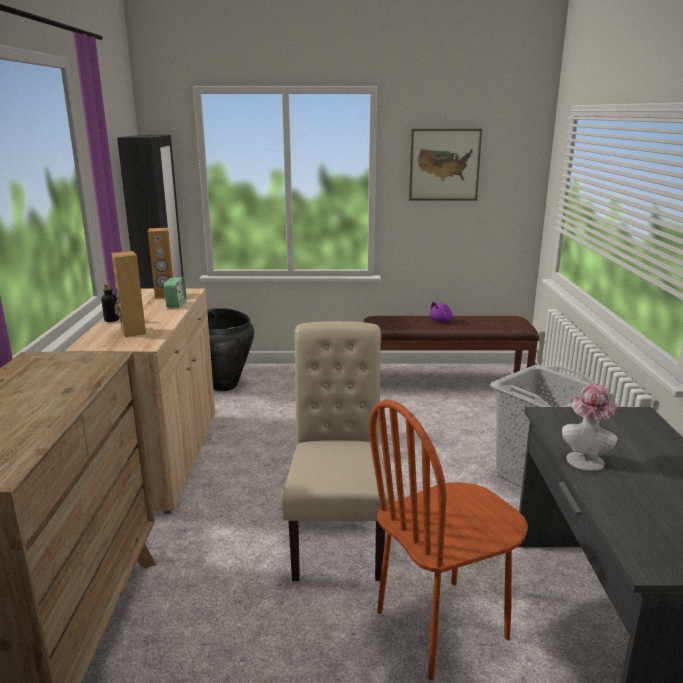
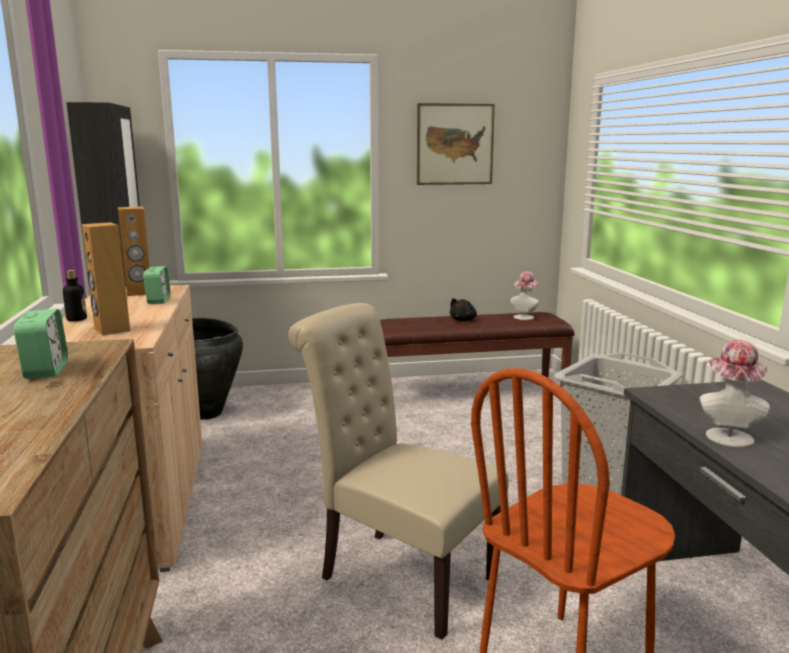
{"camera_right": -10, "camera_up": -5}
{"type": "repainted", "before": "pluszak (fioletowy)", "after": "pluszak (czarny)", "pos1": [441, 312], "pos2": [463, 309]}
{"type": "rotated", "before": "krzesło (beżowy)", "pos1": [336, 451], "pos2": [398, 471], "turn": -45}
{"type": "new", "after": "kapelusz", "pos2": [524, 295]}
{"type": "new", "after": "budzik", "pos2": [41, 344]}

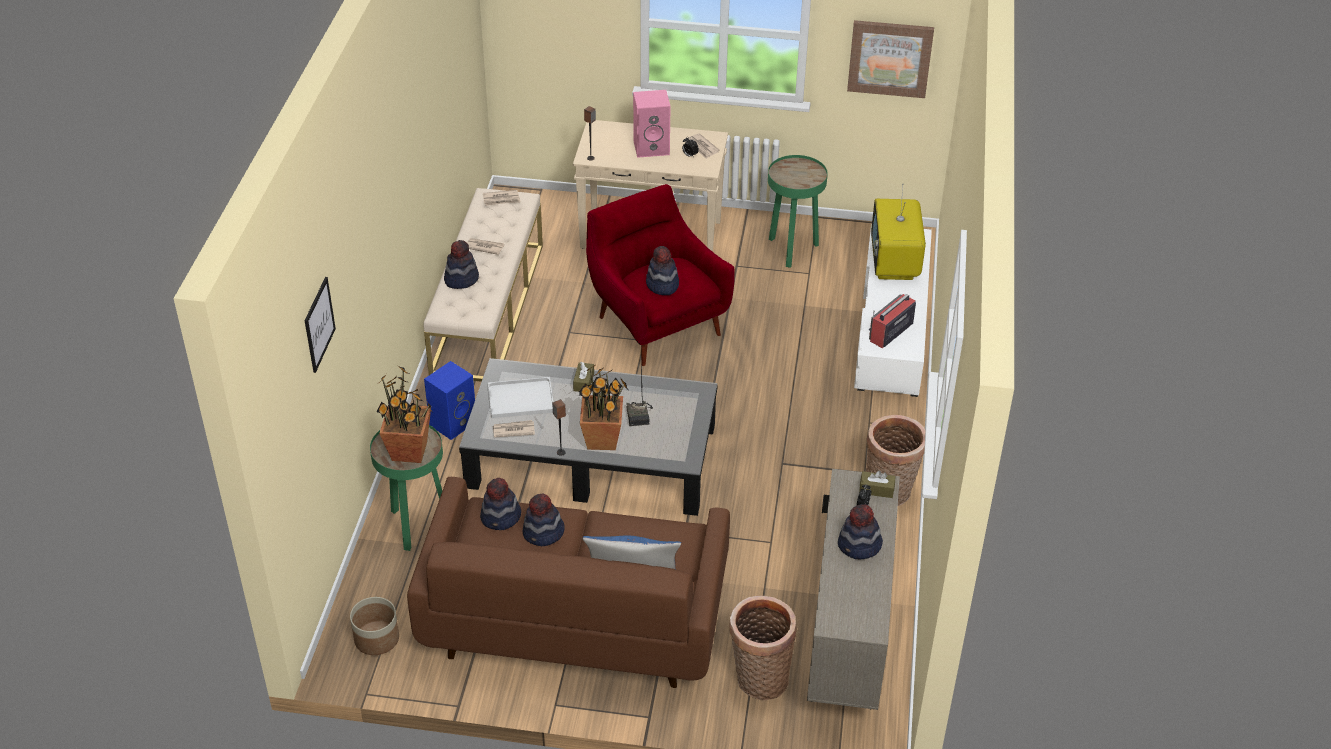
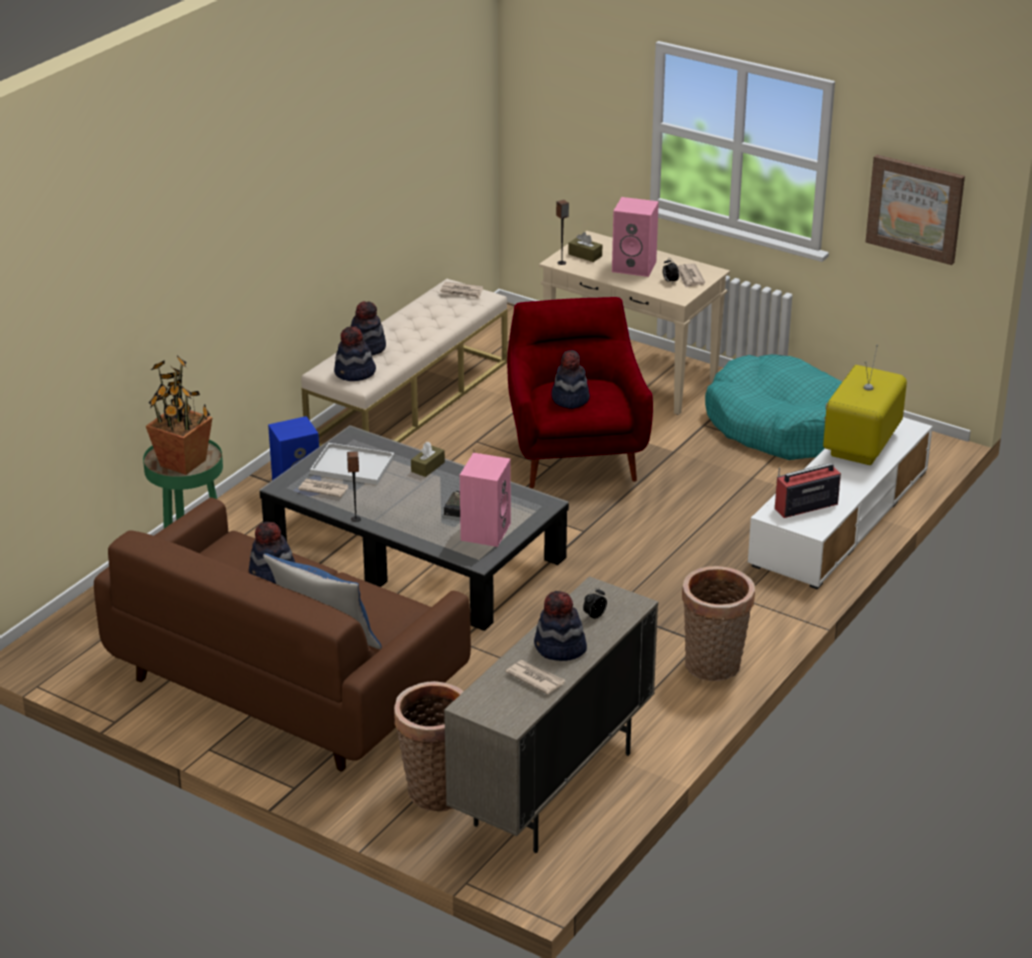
{"camera_right": 25, "camera_up": -10}
{"type": "swapped", "before": "stolik (zielony)", "after": "legowisko (turkusowy)", "pos1": [798, 211], "pos2": [773, 407]}
{"type": "shifted", "before": "gazeta", "pos1": [485, 246], "pos2": [535, 677]}
{"type": "gone", "before": "obraz", "pos1": [320, 325]}
{"type": "gone", "before": "roślina doniczkowa", "pos1": [603, 407]}
{"type": "shifted", "before": "pudełko chusteczek (brązowy)", "pos1": [877, 484], "pos2": [585, 247]}
{"type": "shifted", "before": "kapelusz", "pos1": [500, 504], "pos2": [355, 354]}
{"type": "gone", "before": "donica", "pos1": [374, 626]}
{"type": "new", "after": "głośnik (różowy)", "pos2": [485, 500]}

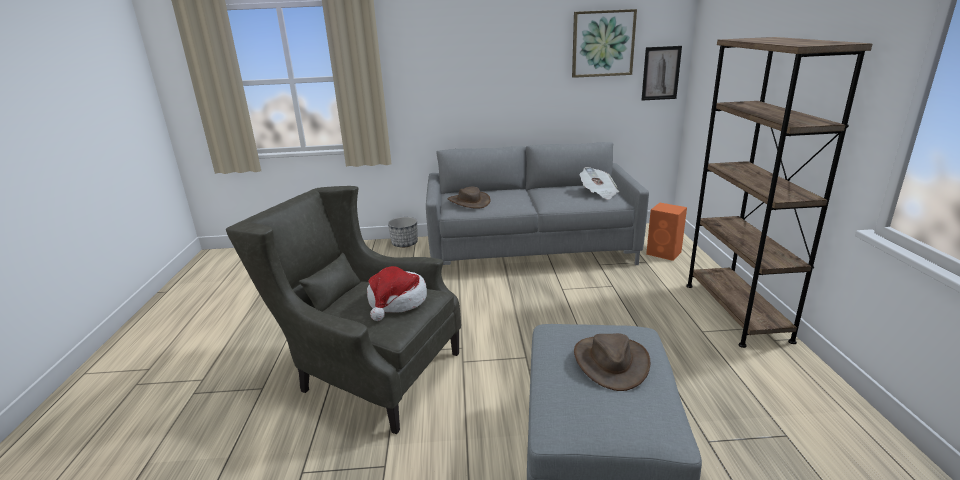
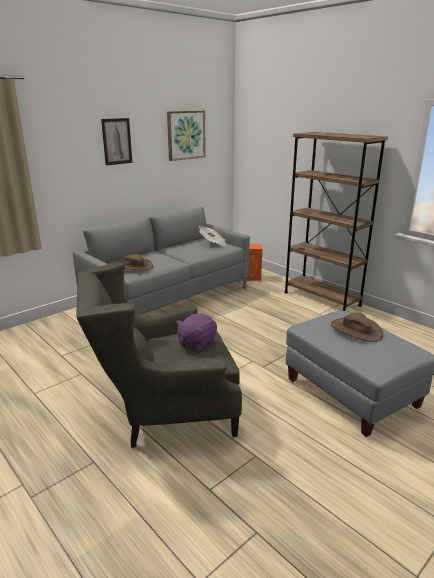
{"camera_right": -40, "camera_up": 0}
{"type": "shifted", "before": "obraz", "pos1": [662, 73], "pos2": [116, 142]}
{"type": "gone", "before": "donica", "pos1": [403, 232]}
{"type": "swapped", "before": "kapelusz", "after": "pluszak (fioletowy)", "pos1": [397, 293], "pos2": [196, 332]}

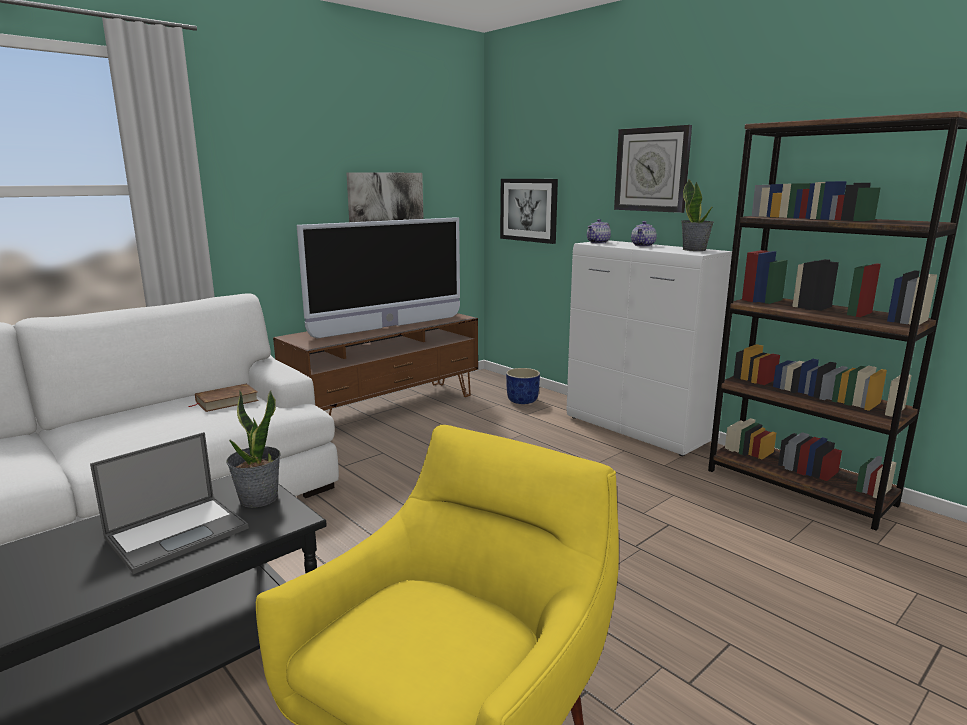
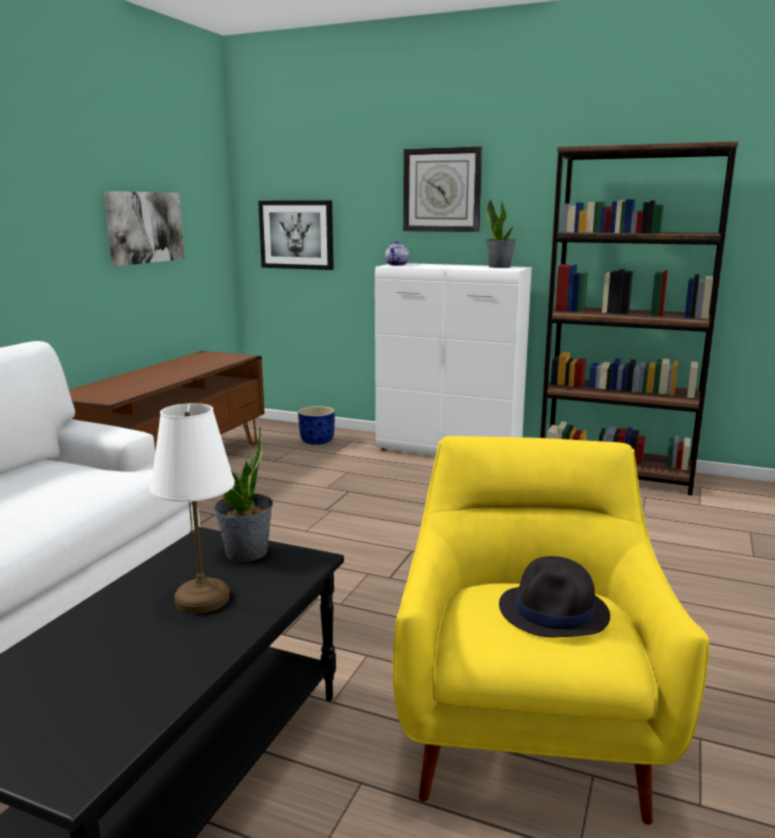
{"camera_right": -25, "camera_up": 0}
{"type": "gone", "before": "telewizor", "pos1": [378, 277]}
{"type": "gone", "before": "imbryk", "pos1": [644, 234]}
{"type": "gone", "before": "książka (brązowy)", "pos1": [224, 397]}
{"type": "swapped", "before": "laptop", "after": "lampa stołowa (biały)", "pos1": [169, 503], "pos2": [192, 508]}
{"type": "new", "after": "kapelusz (czarny)", "pos2": [554, 597]}

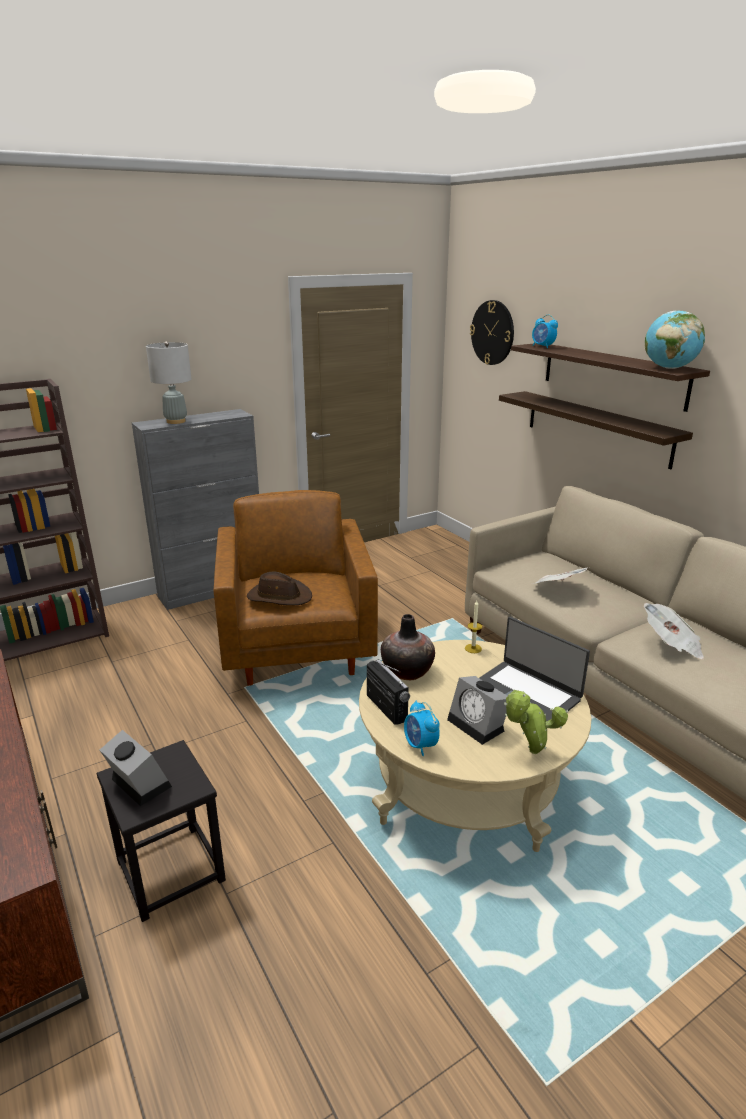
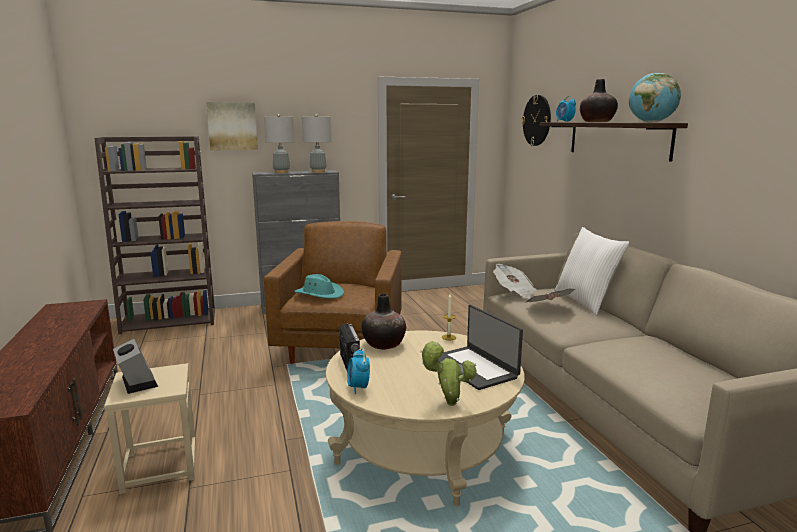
{"camera_right": 15, "camera_up": -10}
{"type": "gone", "before": "półka", "pos1": [596, 430]}
{"type": "repainted", "before": "kapelusz (brązowy)", "after": "kapelusz (turkusowy)", "pos1": [279, 588], "pos2": [319, 286]}
{"type": "shifted", "before": "gazeta", "pos1": [674, 631], "pos2": [515, 281]}
{"type": "gone", "before": "budzik", "pos1": [477, 710]}
{"type": "repainted", "before": "stołek (czarny)", "after": "stołek (beżowy)", "pos1": [161, 831], "pos2": [150, 428]}
{"type": "new", "after": "wazon", "pos2": [599, 100]}
{"type": "new", "after": "obraz", "pos2": [232, 126]}
{"type": "new", "after": "lampa stołowa (szary)", "pos2": [316, 143]}
{"type": "new", "after": "poduszka (biały)", "pos2": [591, 271]}

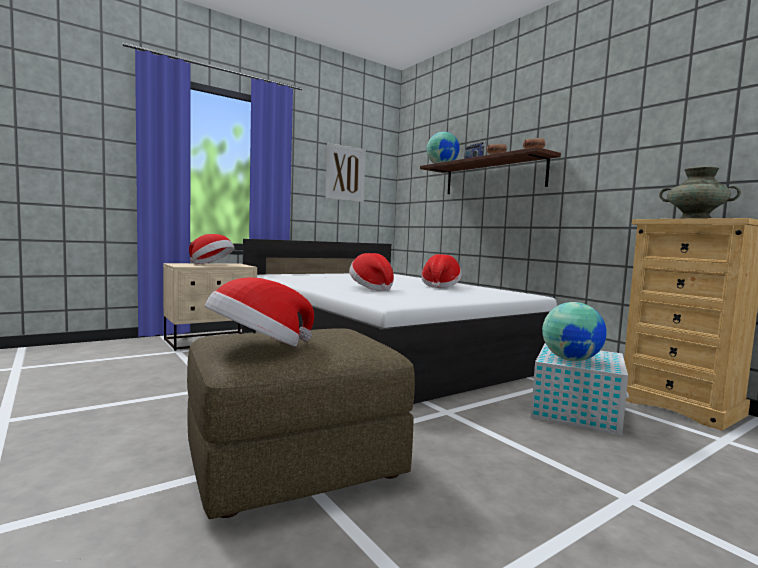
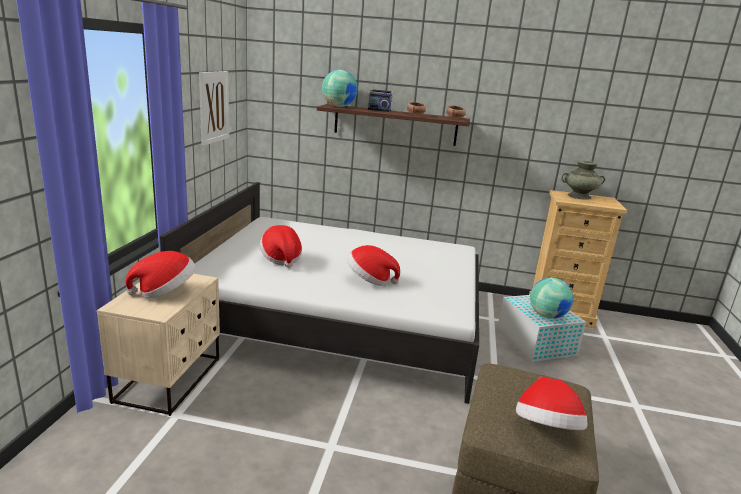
{"camera_right": -45, "camera_up": 15}
{"type": "shifted", "before": "kapelusz", "pos1": [441, 271], "pos2": [281, 246]}

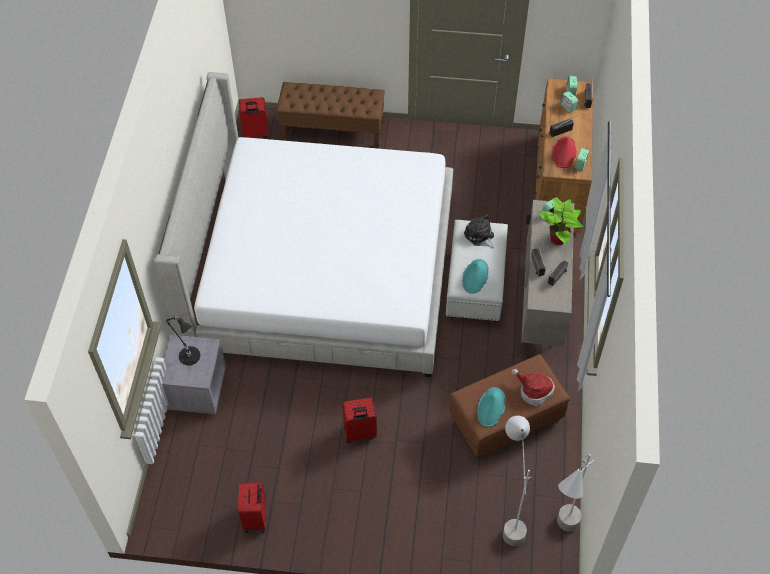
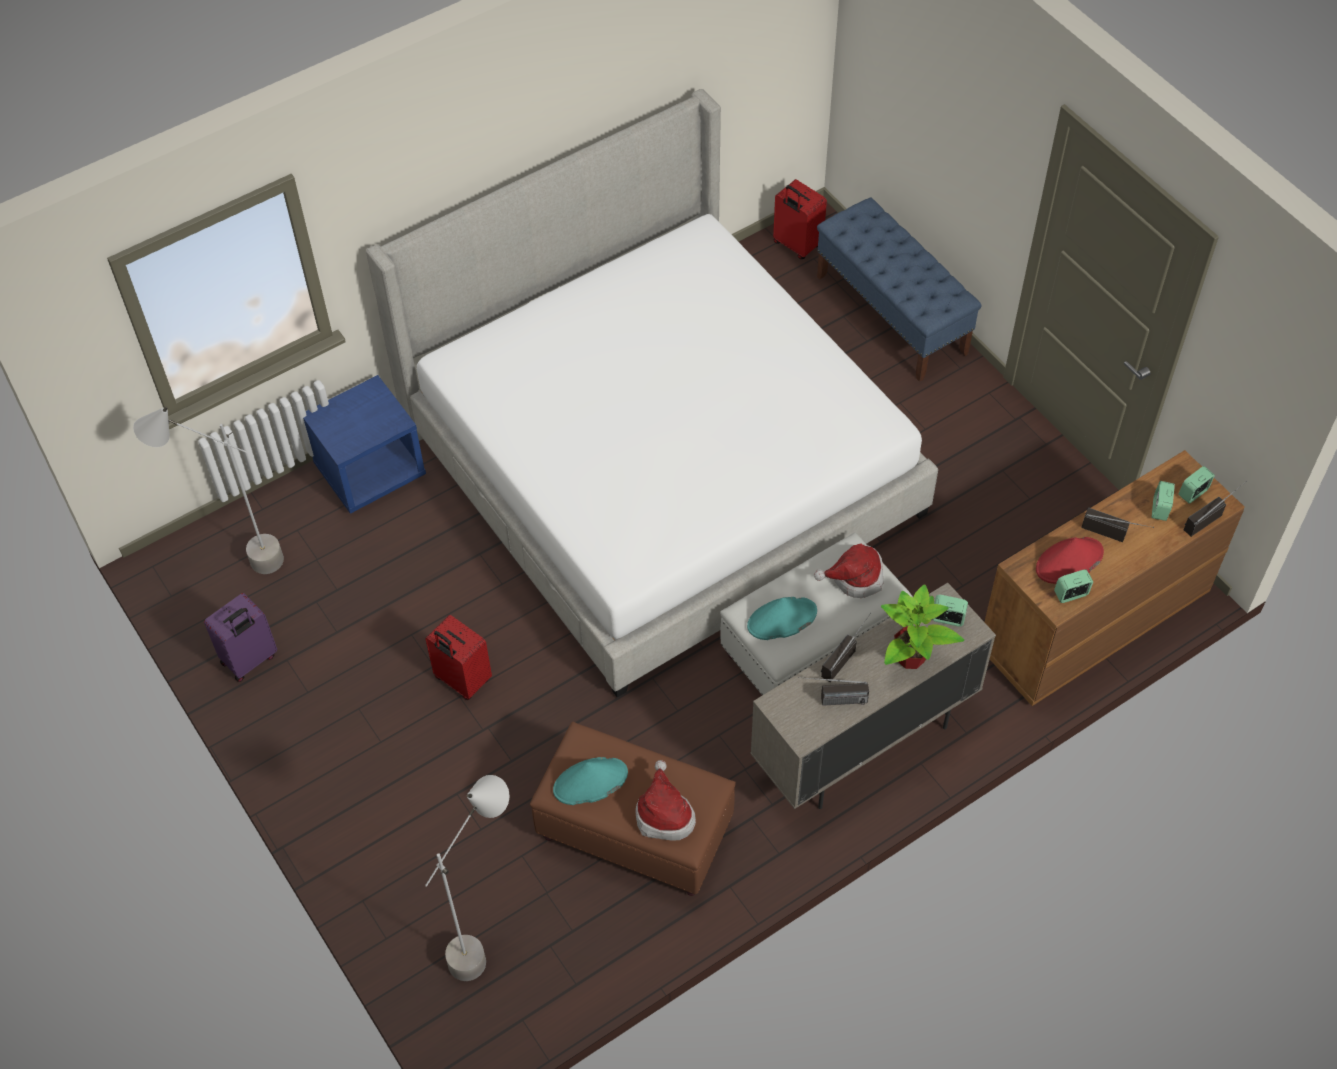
{"camera_right": 50, "camera_up": 0}
{"type": "repainted", "before": "ławka (brązowy)", "after": "ławka (niebieski)", "pos1": [330, 115], "pos2": [899, 290]}
{"type": "swapped", "before": "pluszak", "after": "kapelusz", "pos1": [479, 231], "pos2": [849, 571]}
{"type": "gone", "before": "lampa stołowa (czarny)", "pos1": [182, 340]}
{"type": "repainted", "before": "szafka nocna (szary)", "after": "szafka nocna (niebieski)", "pos1": [193, 374], "pos2": [364, 444]}
{"type": "shifted", "before": "lampa stojąca (szary)", "pos1": [575, 492], "pos2": [208, 490]}
{"type": "repainted", "before": "walizka (czerwony)", "after": "walizka (fioletowy)", "pos1": [252, 507], "pos2": [240, 637]}

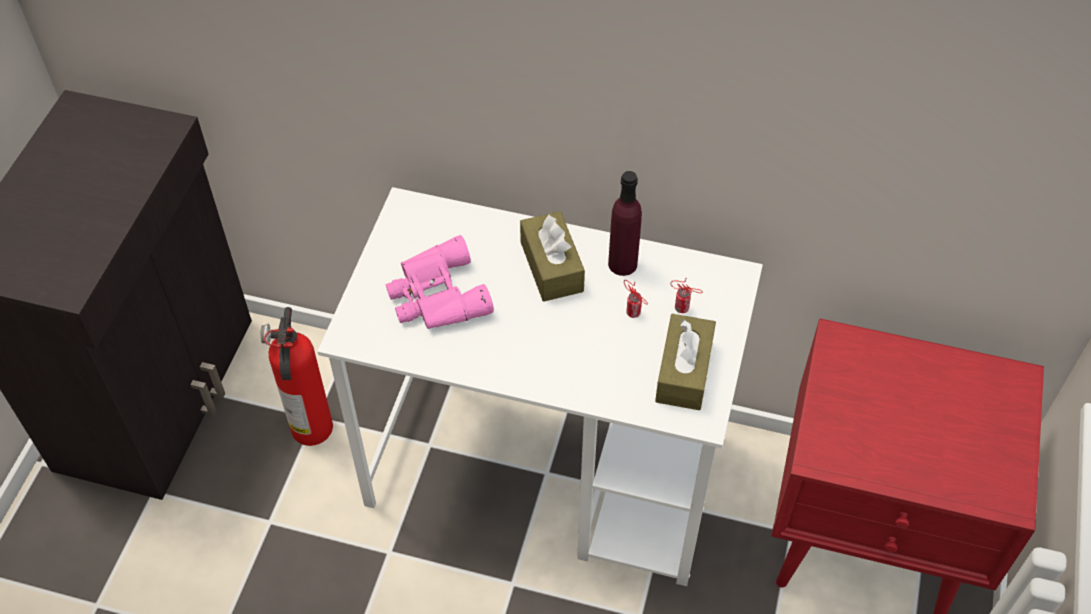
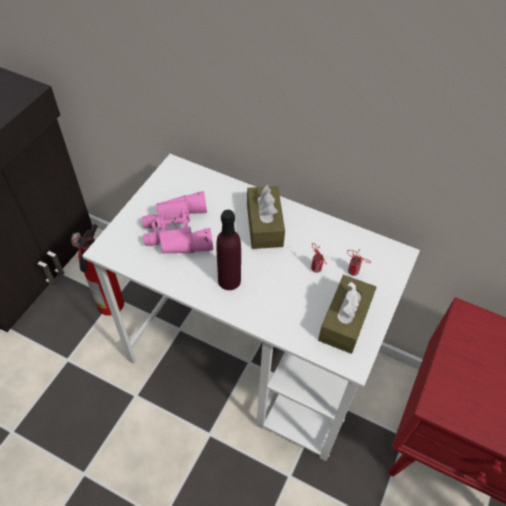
{"camera_right": 10, "camera_up": 0}
{"type": "shifted", "before": "butelka (fioletowy)", "pos1": [625, 223], "pos2": [228, 250]}

